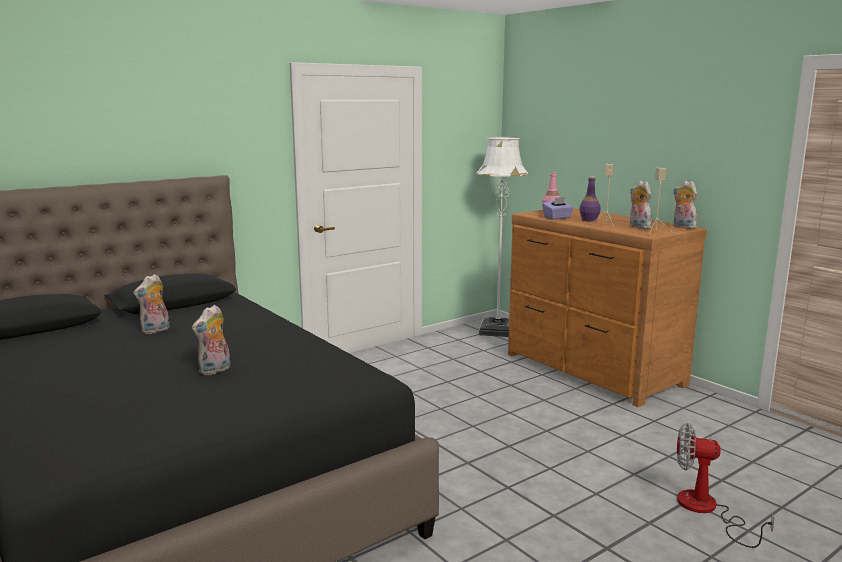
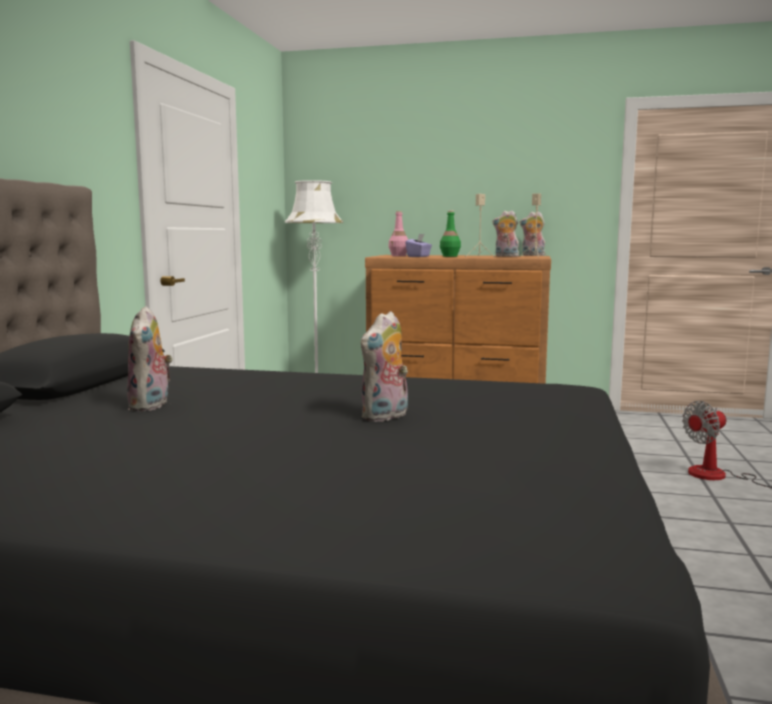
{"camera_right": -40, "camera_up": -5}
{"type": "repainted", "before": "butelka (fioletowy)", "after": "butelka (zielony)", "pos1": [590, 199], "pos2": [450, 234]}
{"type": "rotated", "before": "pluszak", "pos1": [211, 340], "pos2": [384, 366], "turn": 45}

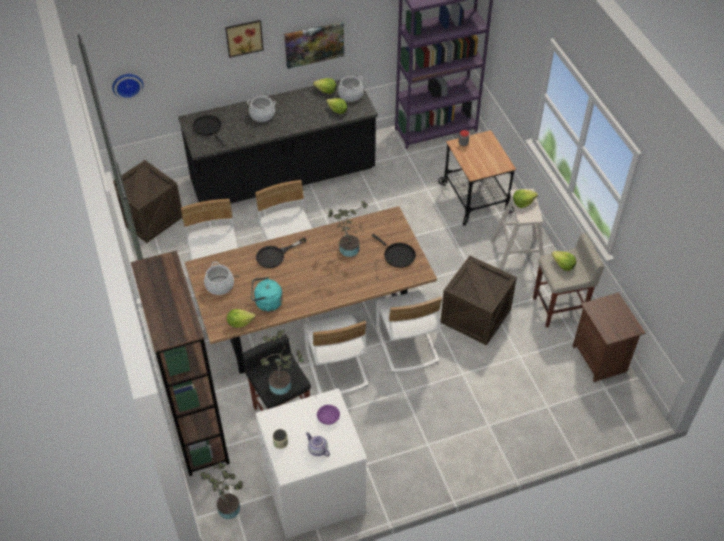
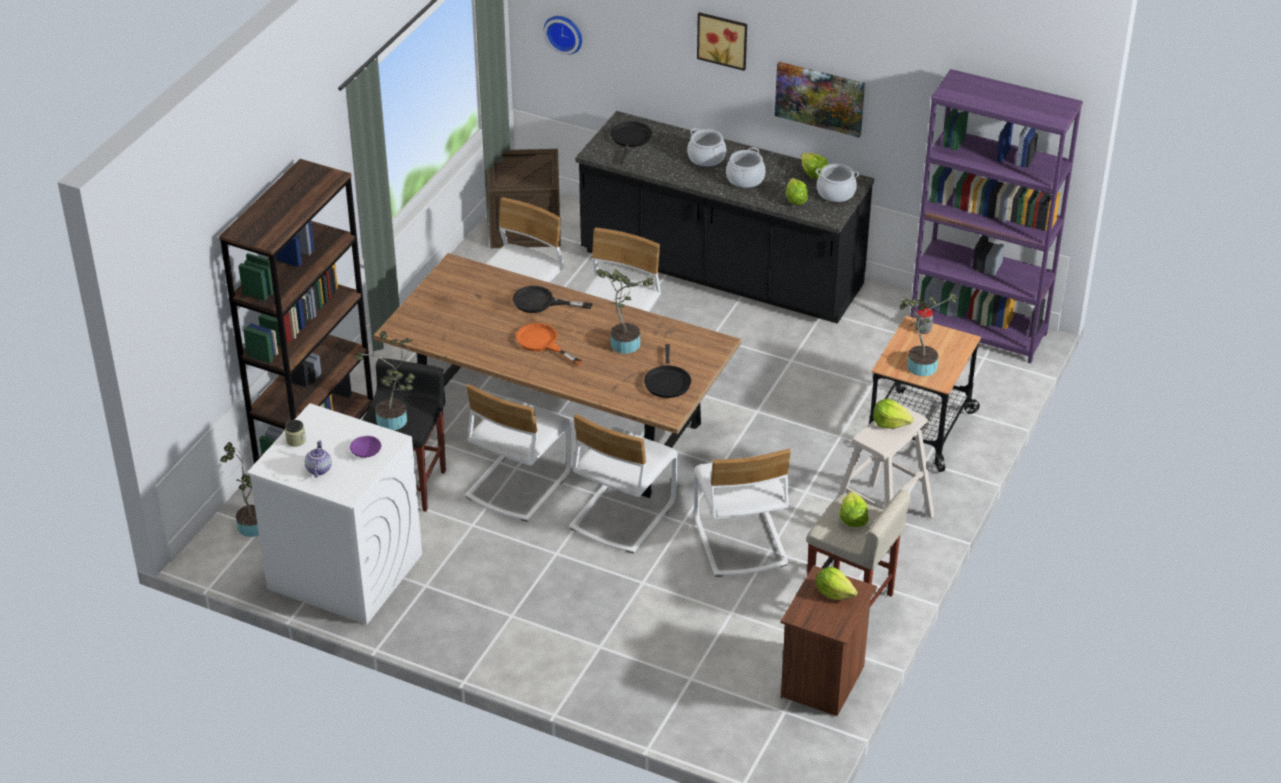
{"camera_right": 45, "camera_up": -10}
{"type": "swapped", "before": "skrzynka", "after": "krzesło (biały)", "pos1": [478, 300], "pos2": [742, 513]}
{"type": "shifted", "before": "garnek", "pos1": [219, 278], "pos2": [745, 167]}
{"type": "gone", "before": "czajnik (turkusowy)", "pos1": [267, 294]}
{"type": "shifted", "before": "sałata", "pos1": [241, 318], "pos2": [837, 583]}
{"type": "new", "after": "roślina doniczkowa", "pos2": [929, 335]}
{"type": "new", "after": "patelnia (pomarańczowy)", "pos2": [549, 344]}

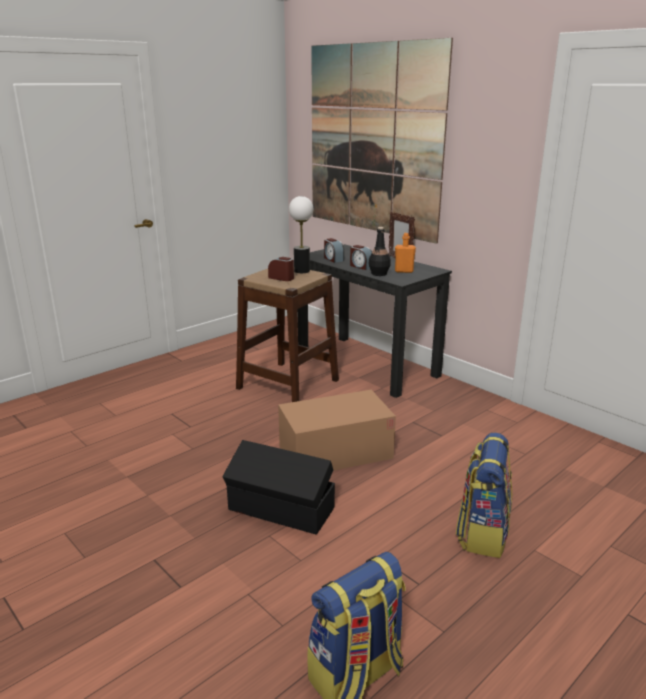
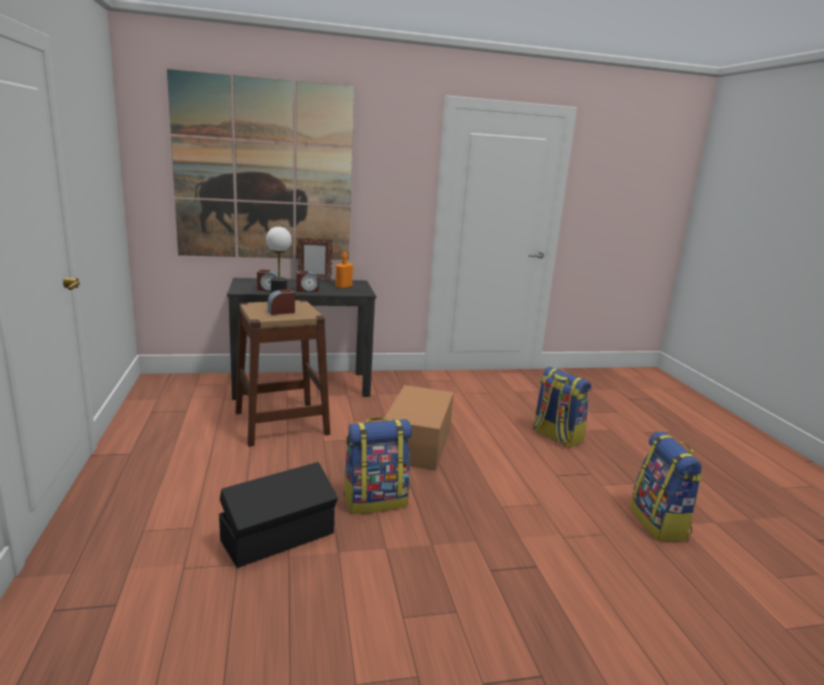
{"camera_right": -60, "camera_up": -5}
{"type": "gone", "before": "butelka (czarny)", "pos1": [380, 251]}
{"type": "shifted", "before": "pojemnik do przechowywania (czarny)", "pos1": [279, 487], "pos2": [278, 515]}
{"type": "new", "after": "plecak", "pos2": [377, 465]}

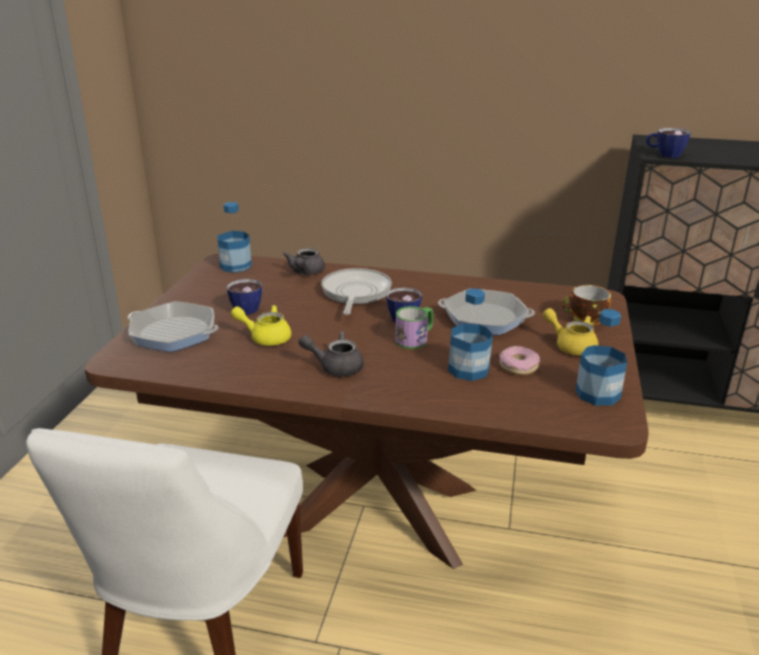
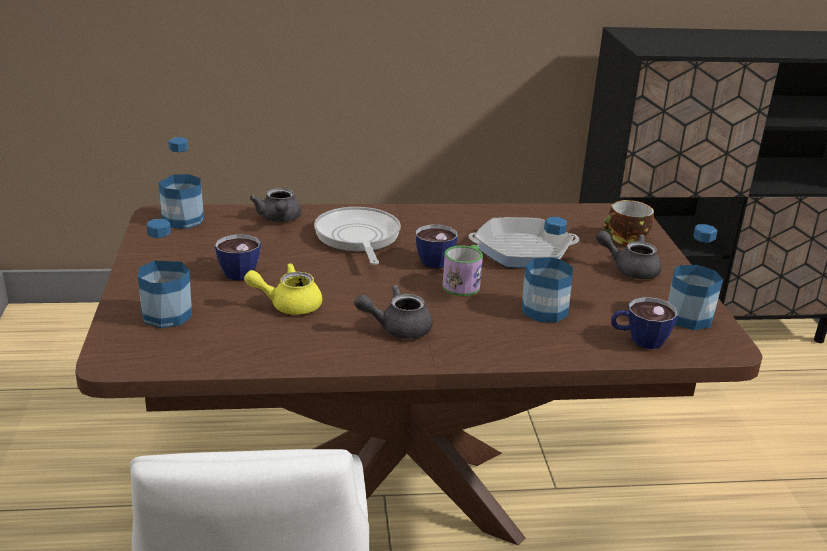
{"camera_right": -20, "camera_up": 0}
{"type": "shifted", "before": "filiżanka", "pos1": [668, 143], "pos2": [644, 323]}
{"type": "swapped", "before": "patelnia", "after": "butelka", "pos1": [173, 326], "pos2": [165, 273]}
{"type": "repainted", "before": "imbryk (żółty)", "after": "imbryk (szary)", "pos1": [570, 332], "pos2": [629, 254]}
{"type": "gone", "before": "donut", "pos1": [519, 360]}

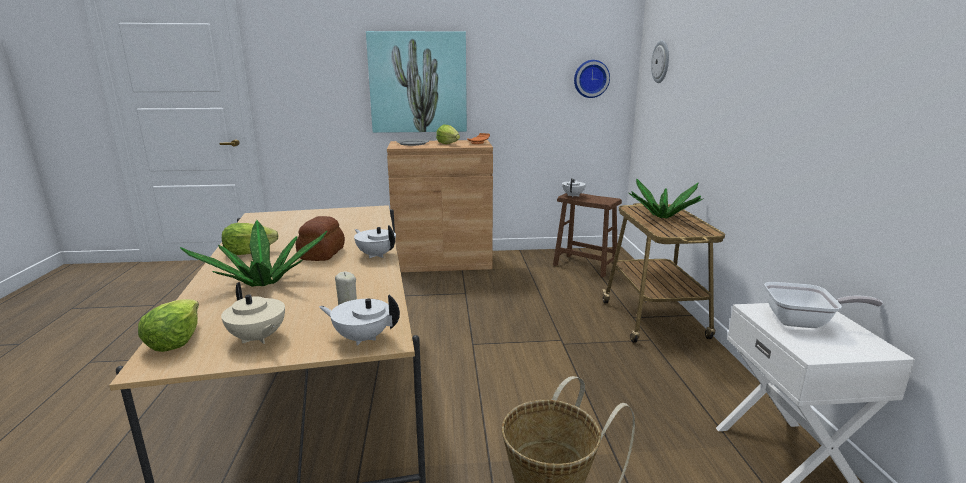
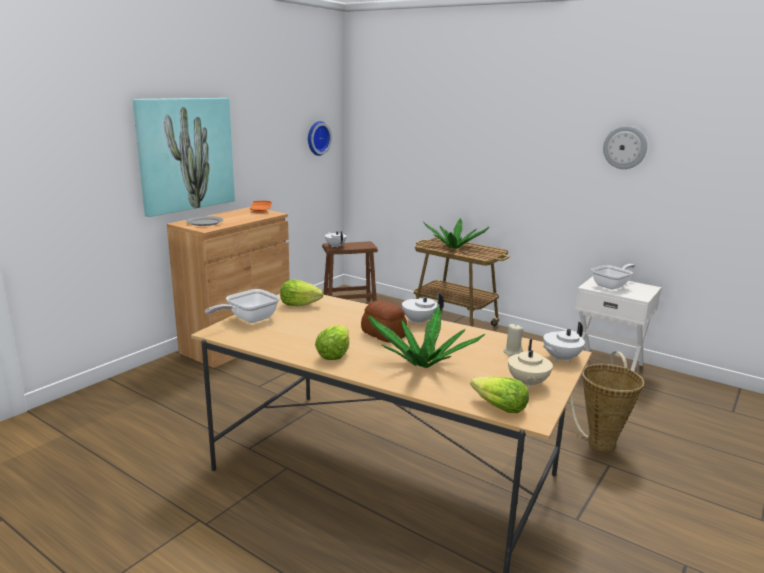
{"camera_right": -50, "camera_up": 0}
{"type": "shifted", "before": "zegar ścienny", "pos1": [660, 61], "pos2": [625, 147]}
{"type": "shifted", "before": "sałata", "pos1": [448, 134], "pos2": [301, 293]}
{"type": "rotated", "before": "imbryk (beżowy)", "pos1": [253, 313], "pos2": [530, 364], "turn": 105}
{"type": "new", "after": "patelnia", "pos2": [242, 306]}

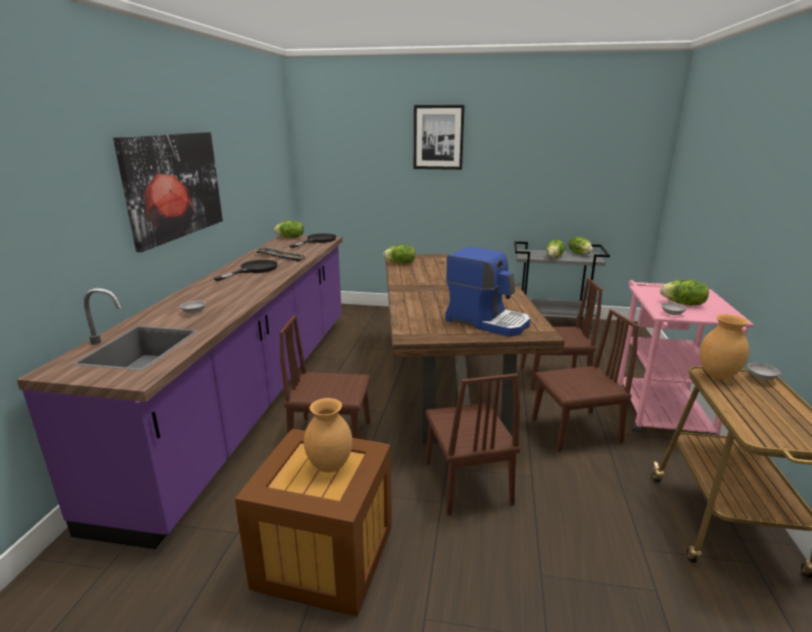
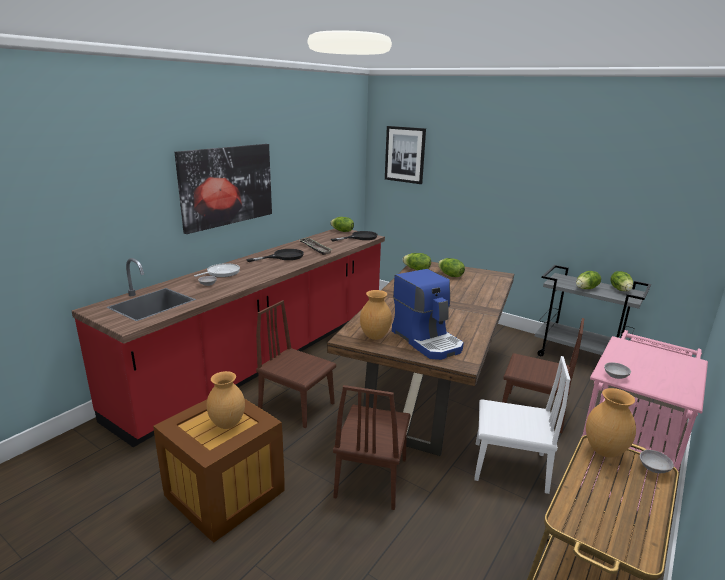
{"camera_right": 25, "camera_up": 0}
{"type": "shifted", "before": "obraz", "pos1": [439, 137], "pos2": [405, 155]}
{"type": "repainted", "before": "zabudowa kuchenna (fioletowy)", "after": "zabudowa kuchenna (czerwony)", "pos1": [180, 392], "pos2": [228, 338]}
{"type": "shifted", "before": "sałata", "pos1": [684, 292], "pos2": [451, 267]}
{"type": "repainted", "before": "krzesło (brązowy)", "after": "krzesło (biały)", "pos1": [585, 380], "pos2": [522, 425]}
{"type": "new", "after": "patelnia", "pos2": [217, 270]}
{"type": "new", "after": "wazon (brązowy)", "pos2": [376, 315]}

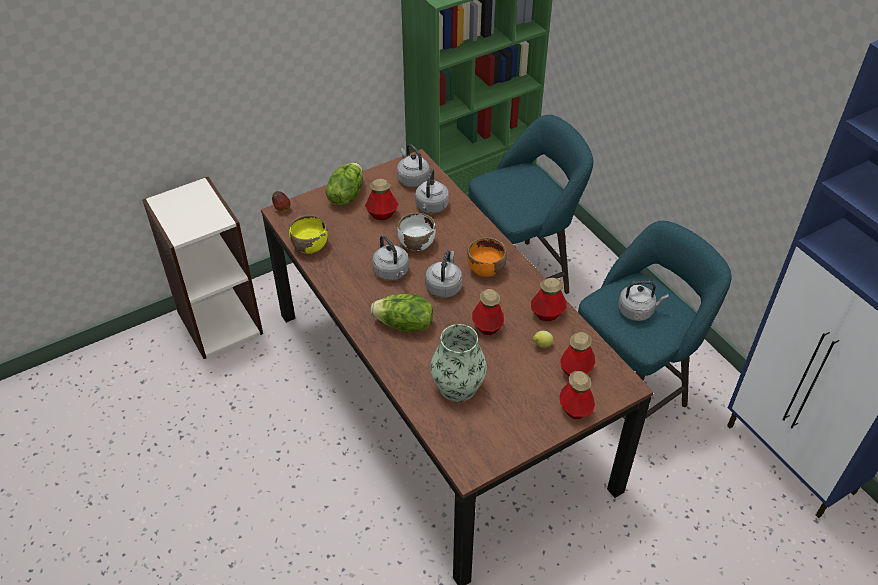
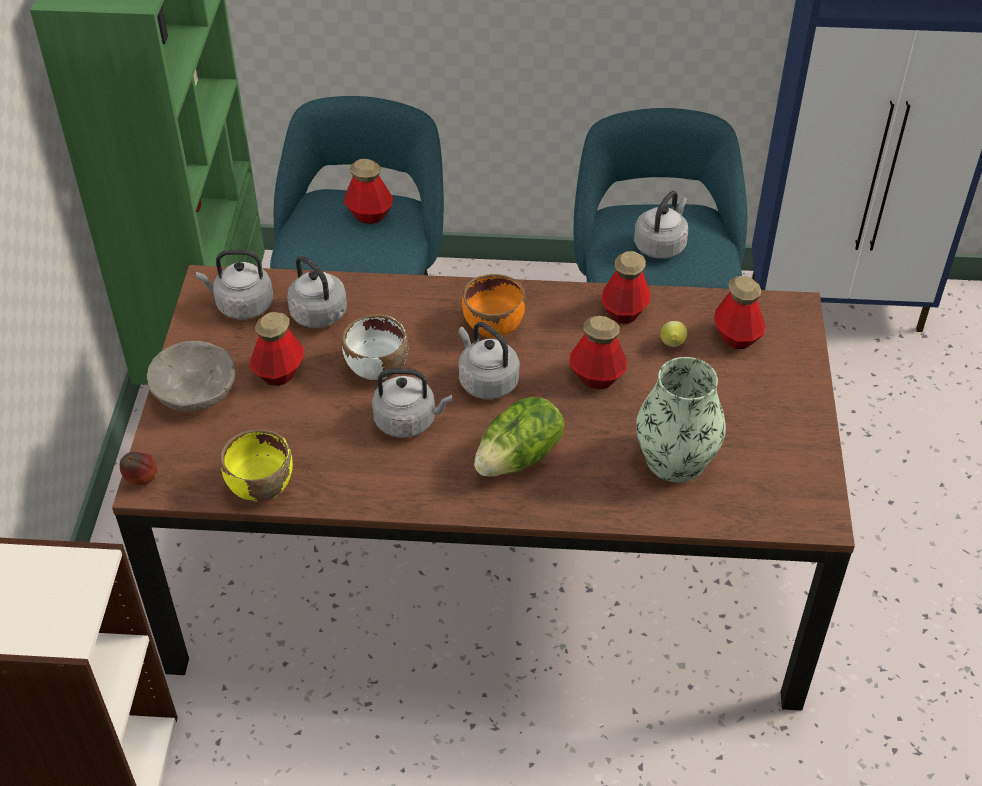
{"camera_right": -55, "camera_up": 0}
{"type": "swapped", "before": "sałata", "after": "miska (szary)", "pos1": [344, 184], "pos2": [191, 376]}
{"type": "shifted", "before": "butelka", "pos1": [577, 395], "pos2": [368, 191]}

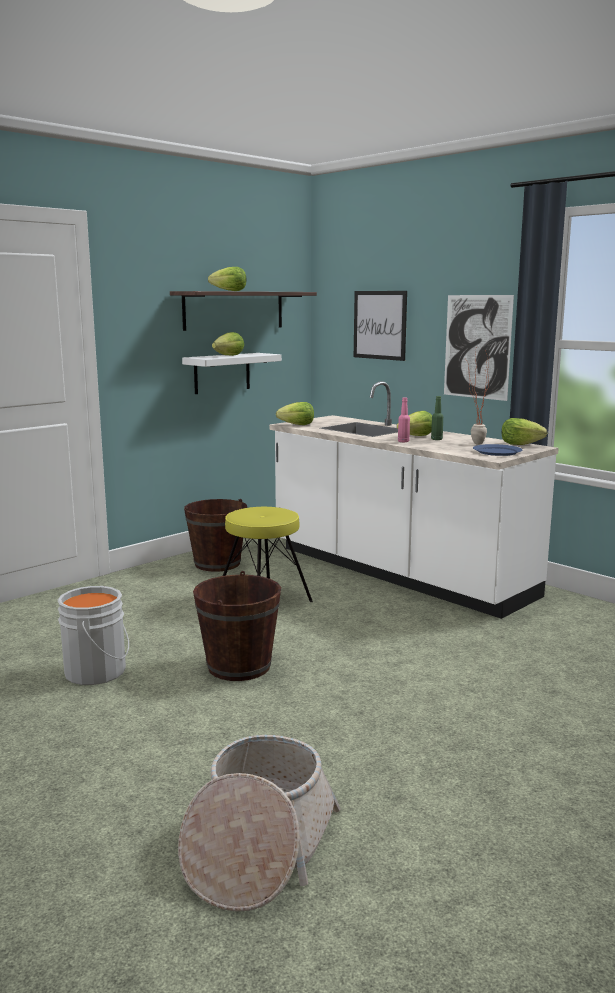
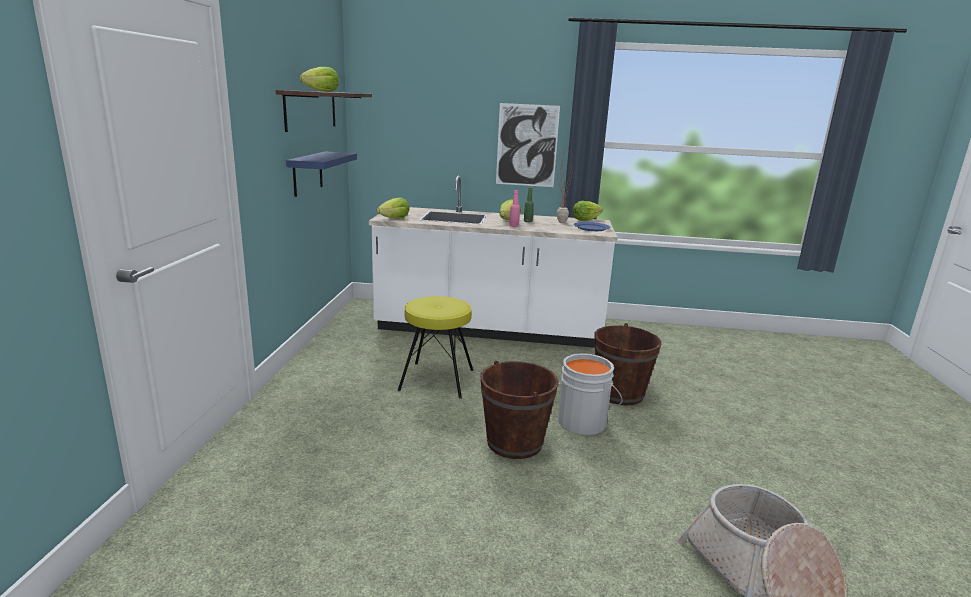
{"camera_right": -40, "camera_up": 5}
{"type": "gone", "before": "obraz", "pos1": [380, 326]}
{"type": "gone", "before": "sałata", "pos1": [228, 344]}
{"type": "repainted", "before": "półka (biały)", "after": "półka (niebieski)", "pos1": [232, 373], "pos2": [321, 174]}
{"type": "shifted", "before": "wiadro (brązowy)", "pos1": [215, 535], "pos2": [628, 364]}
{"type": "shifted", "before": "wiadro (szary)", "pos1": [93, 635], "pos2": [590, 394]}

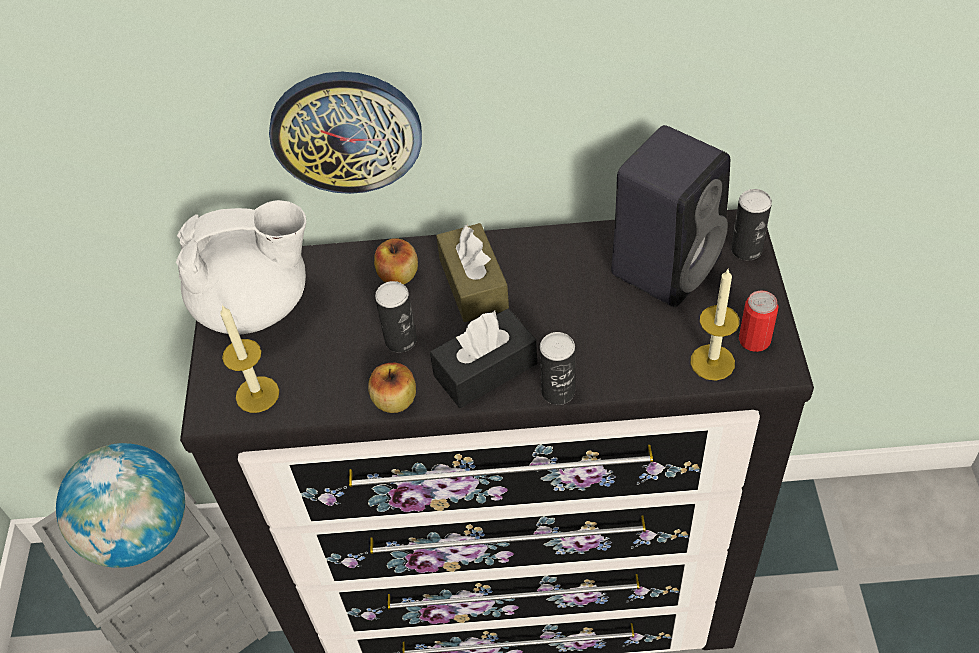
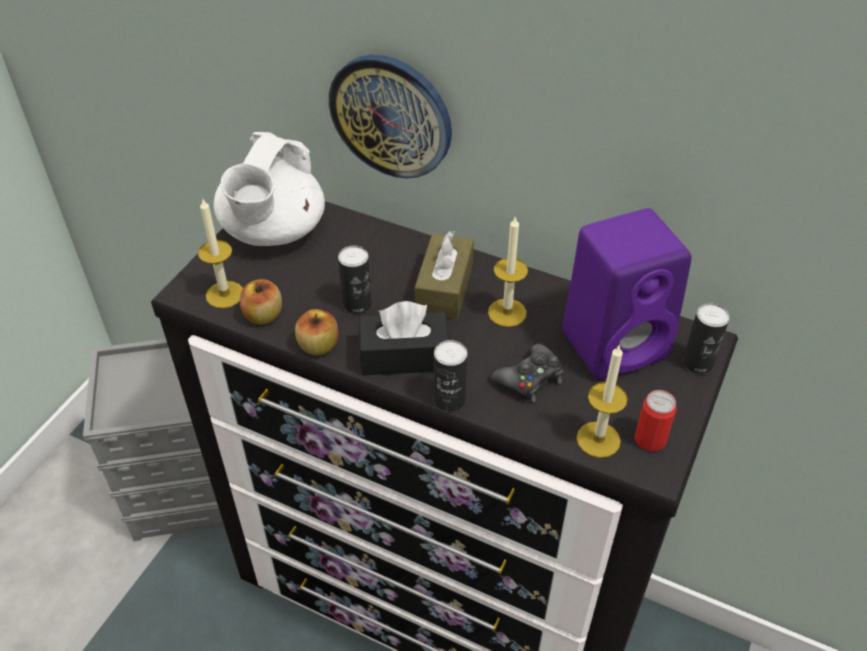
{"camera_right": 25, "camera_up": -5}
{"type": "repainted", "before": "głośnik (czarny)", "after": "głośnik (fioletowy)", "pos1": [670, 216], "pos2": [627, 294]}
{"type": "rotated", "before": "imbryk (biały)", "pos1": [241, 267], "pos2": [269, 189], "turn": 90}
{"type": "shifted", "before": "jabłko", "pos1": [396, 261], "pos2": [261, 302]}
{"type": "gone", "before": "globus", "pos1": [120, 505]}
{"type": "new", "after": "świeca", "pos2": [508, 271]}
{"type": "new", "after": "pad do gier (czarny)", "pos2": [527, 373]}

